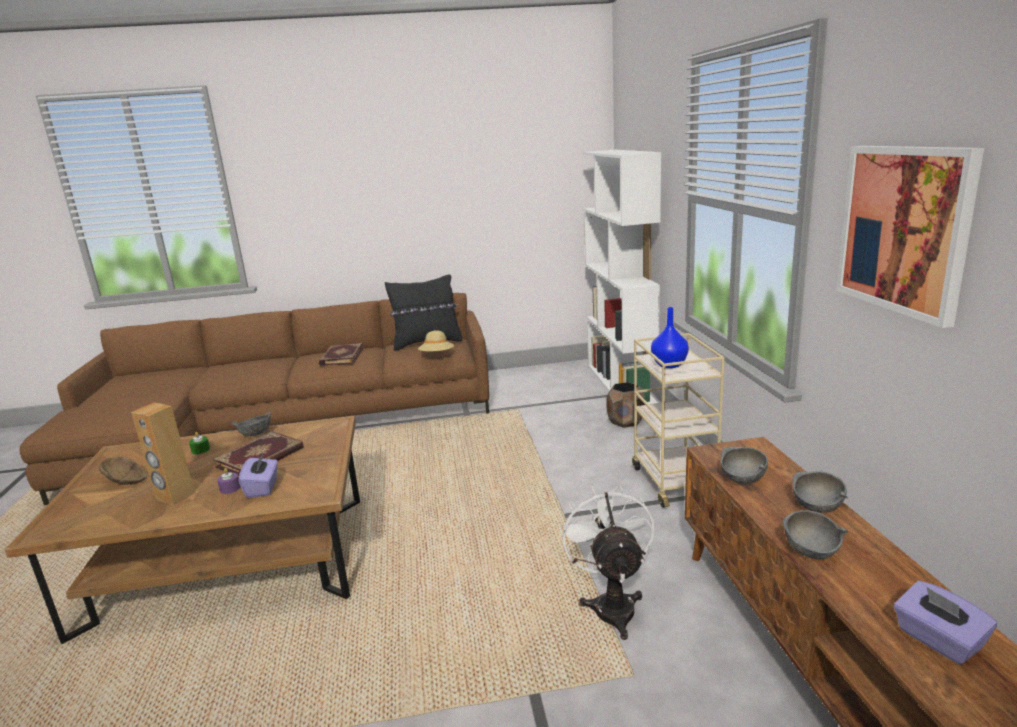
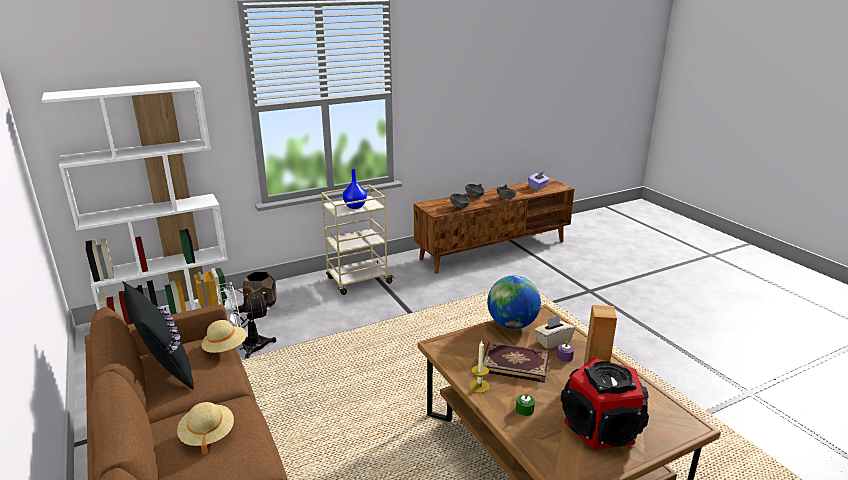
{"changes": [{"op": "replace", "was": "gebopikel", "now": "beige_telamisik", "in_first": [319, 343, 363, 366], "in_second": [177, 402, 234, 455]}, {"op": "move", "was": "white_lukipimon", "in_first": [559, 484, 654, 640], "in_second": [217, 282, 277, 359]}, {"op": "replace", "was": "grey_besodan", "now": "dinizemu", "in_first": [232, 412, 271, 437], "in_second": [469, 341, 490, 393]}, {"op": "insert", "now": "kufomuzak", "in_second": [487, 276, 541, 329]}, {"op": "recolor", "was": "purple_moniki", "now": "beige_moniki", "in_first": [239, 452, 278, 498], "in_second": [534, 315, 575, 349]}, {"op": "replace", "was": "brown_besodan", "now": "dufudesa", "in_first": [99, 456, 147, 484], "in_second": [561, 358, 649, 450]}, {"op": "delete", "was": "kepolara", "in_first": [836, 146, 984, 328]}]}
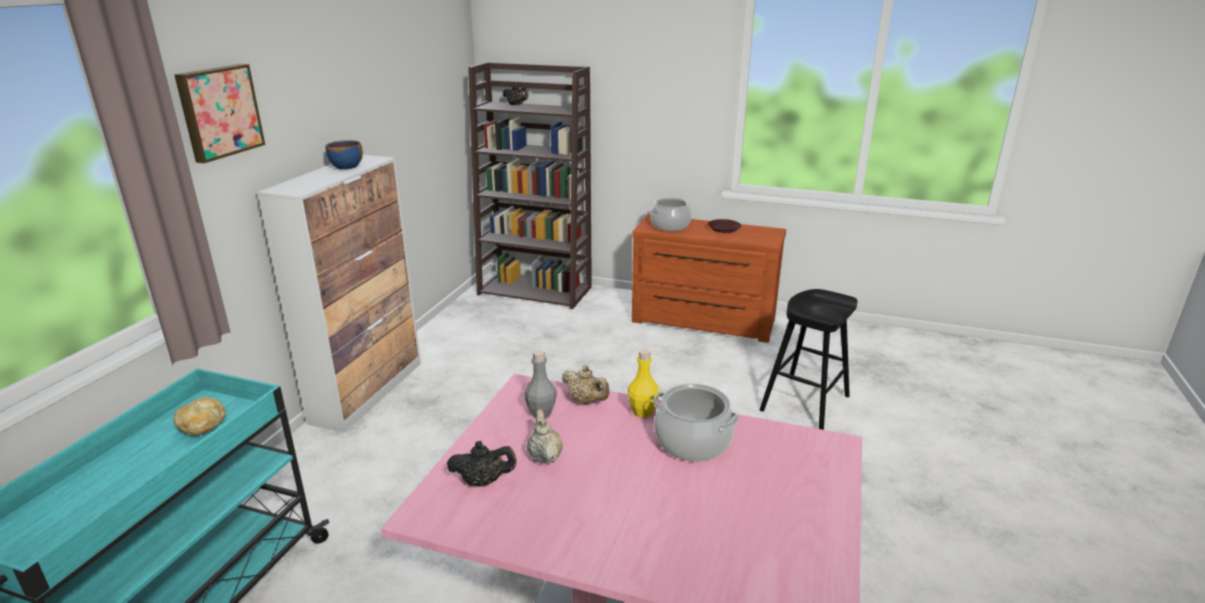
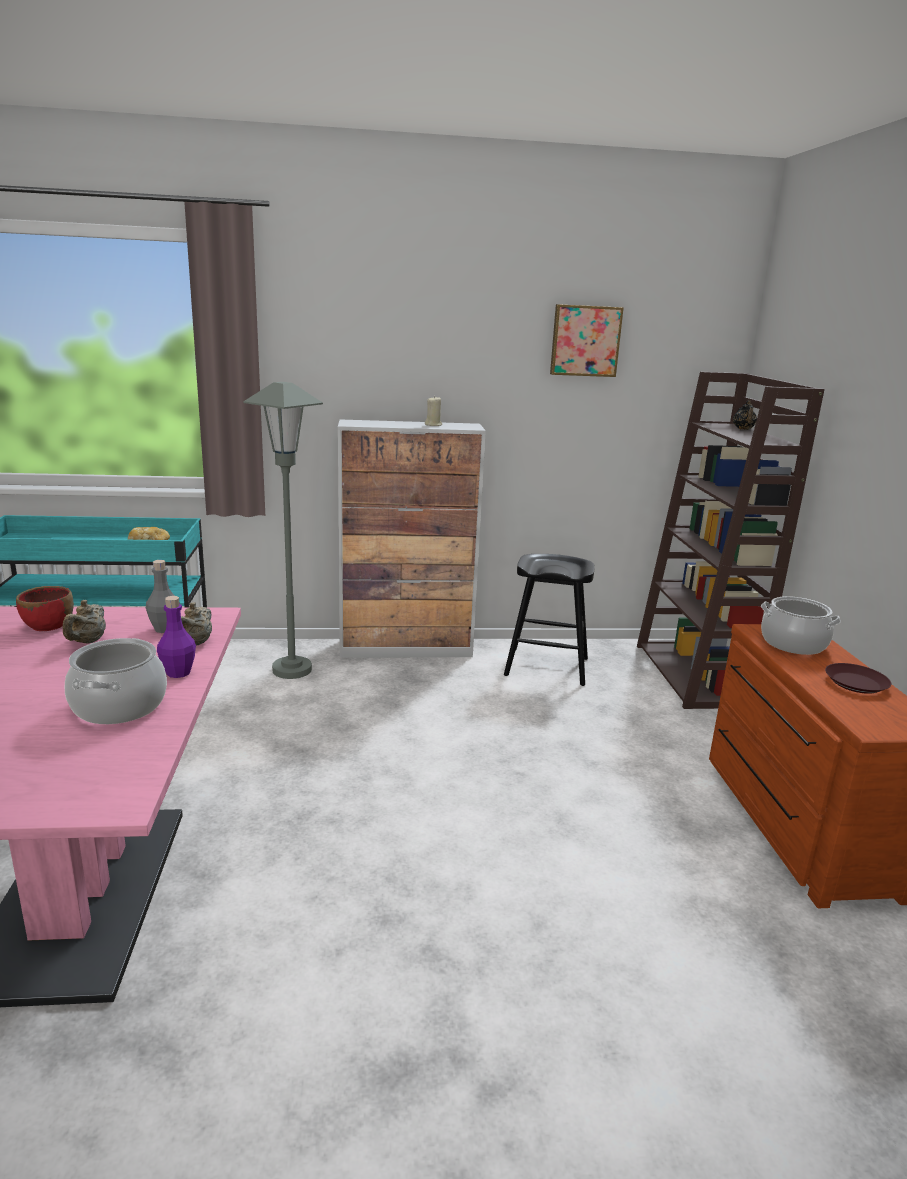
{"changes": [{"op": "replace", "was": "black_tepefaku", "now": "red_besodan", "in_first": [447, 441, 517, 486], "in_second": [16, 586, 74, 631]}, {"op": "rotate", "was": "beige_tepefaku", "in_first": [527, 409, 563, 465], "in_second": [63, 600, 106, 644], "clockwise": 135}, {"op": "recolor", "was": "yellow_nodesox", "now": "purple_nodesox", "in_first": [628, 349, 659, 418], "in_second": [157, 596, 196, 678]}, {"op": "insert", "now": "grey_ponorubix", "in_second": [243, 382, 323, 679]}, {"op": "replace", "was": "blue_besodan", "now": "beige_dinizemu", "in_first": [326, 140, 363, 170], "in_second": [425, 396, 442, 426]}, {"op": "move", "was": "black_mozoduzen", "in_first": [759, 289, 857, 430], "in_second": [504, 554, 594, 686]}, {"op": "move", "was": "kepolara", "in_first": [174, 64, 265, 163], "in_second": [550, 304, 624, 377]}]}
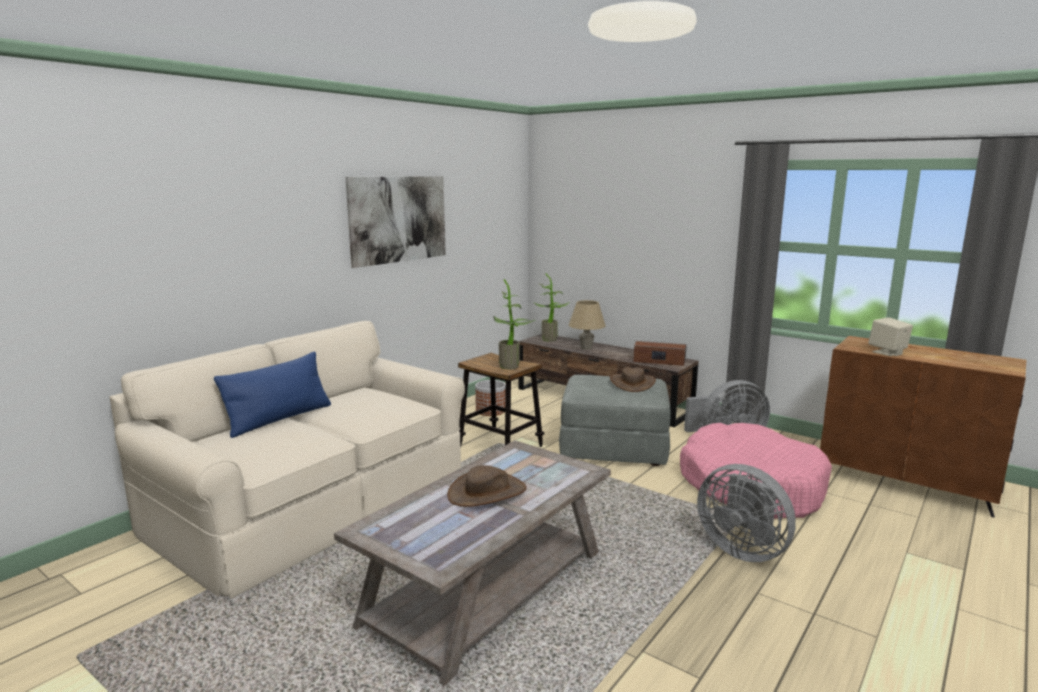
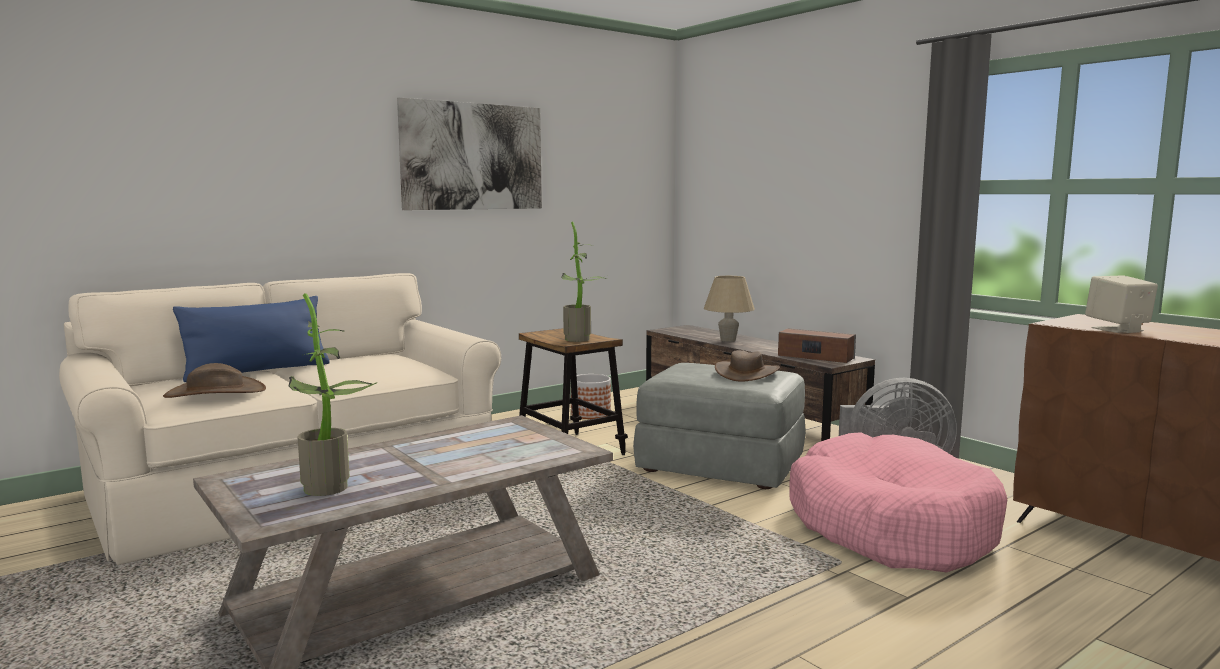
{"changes": [{"op": "move", "was": "brown_telamisik", "in_first": [447, 465, 527, 507], "in_second": [163, 363, 266, 398]}, {"op": "move", "was": "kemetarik", "in_first": [533, 273, 570, 341], "in_second": [288, 293, 378, 496]}, {"op": "delete", "was": "grey_lukipimon", "in_first": [697, 464, 796, 562]}]}
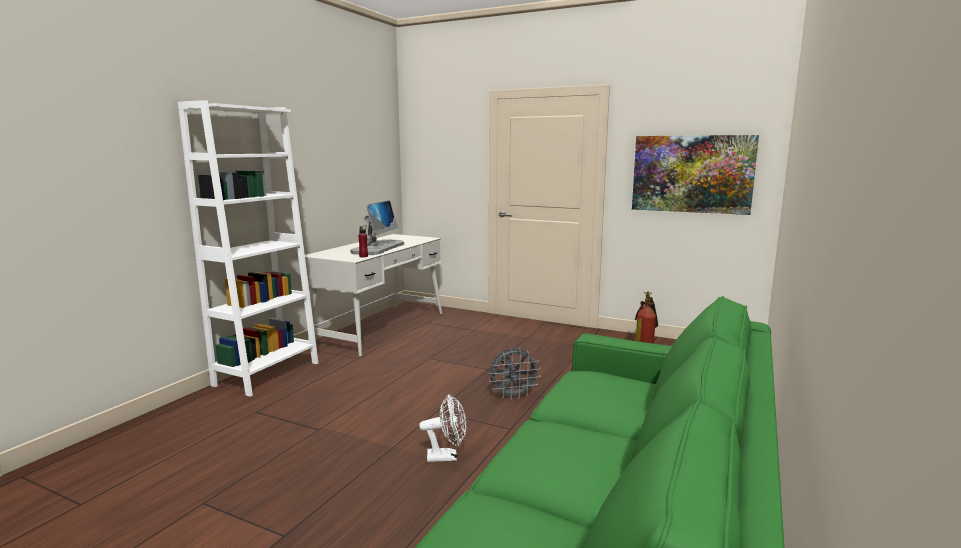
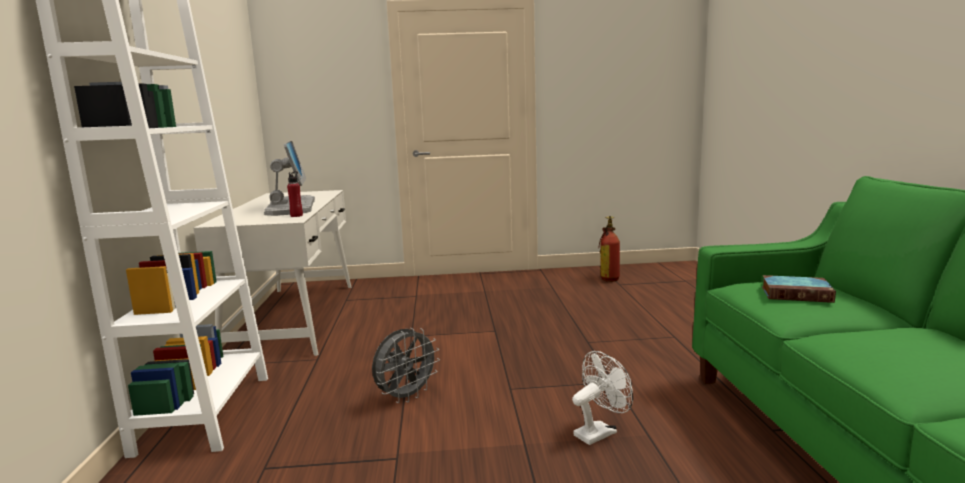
{"changes": [{"op": "move", "was": "grey_lukipimon", "in_first": [489, 348, 541, 400], "in_second": [372, 328, 440, 403]}, {"op": "insert", "now": "gebopikel", "in_second": [762, 275, 836, 303]}, {"op": "delete", "was": "kepolara", "in_first": [632, 135, 759, 215]}]}
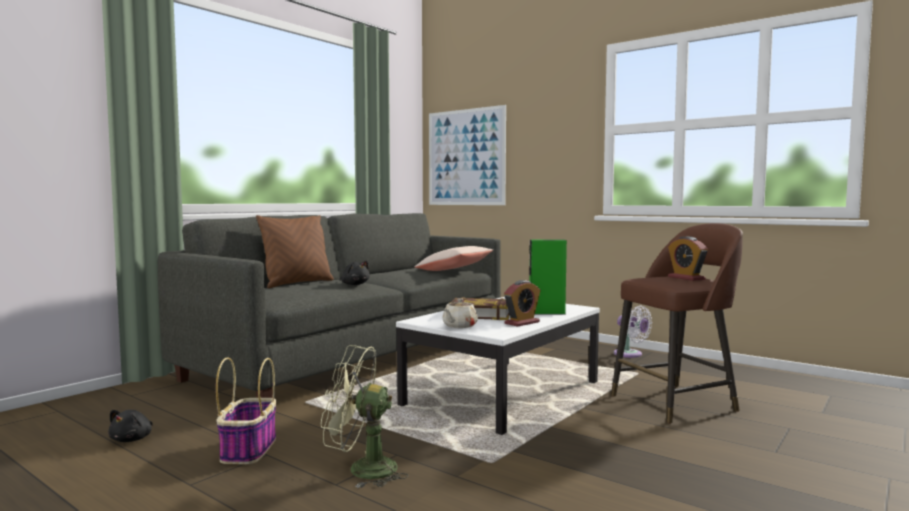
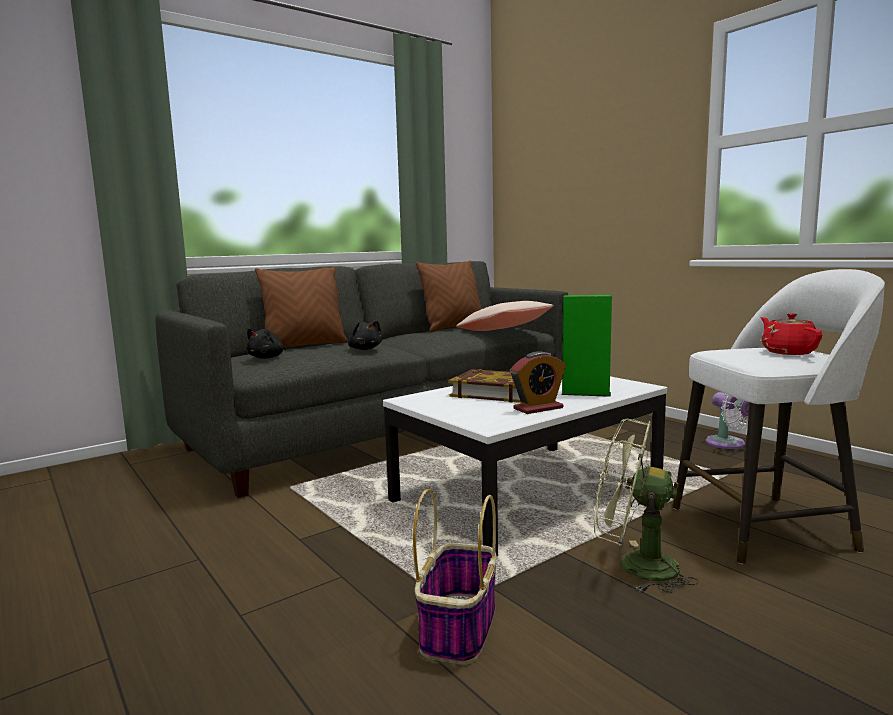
{"changes": [{"op": "move", "was": "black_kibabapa", "in_first": [108, 410, 153, 442], "in_second": [246, 328, 286, 359]}, {"op": "move", "was": "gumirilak", "in_first": [216, 357, 276, 464], "in_second": [413, 489, 496, 665]}, {"op": "insert", "now": "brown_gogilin", "in_second": [416, 260, 481, 332]}, {"op": "move", "was": "green_lukipimon", "in_first": [321, 345, 409, 488], "in_second": [594, 419, 699, 594]}, {"op": "recolor", "was": "brown_mozoduzen", "now": "white_mozoduzen", "in_first": [611, 223, 743, 424], "in_second": [673, 269, 885, 564]}, {"op": "replace", "was": "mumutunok", "now": "red_tepefaku", "in_first": [668, 236, 708, 281], "in_second": [761, 313, 822, 355]}, {"op": "delete", "was": "kepolara", "in_first": [429, 105, 506, 205]}, {"op": "delete", "was": "beige_tepefaku", "in_first": [442, 298, 478, 328]}]}
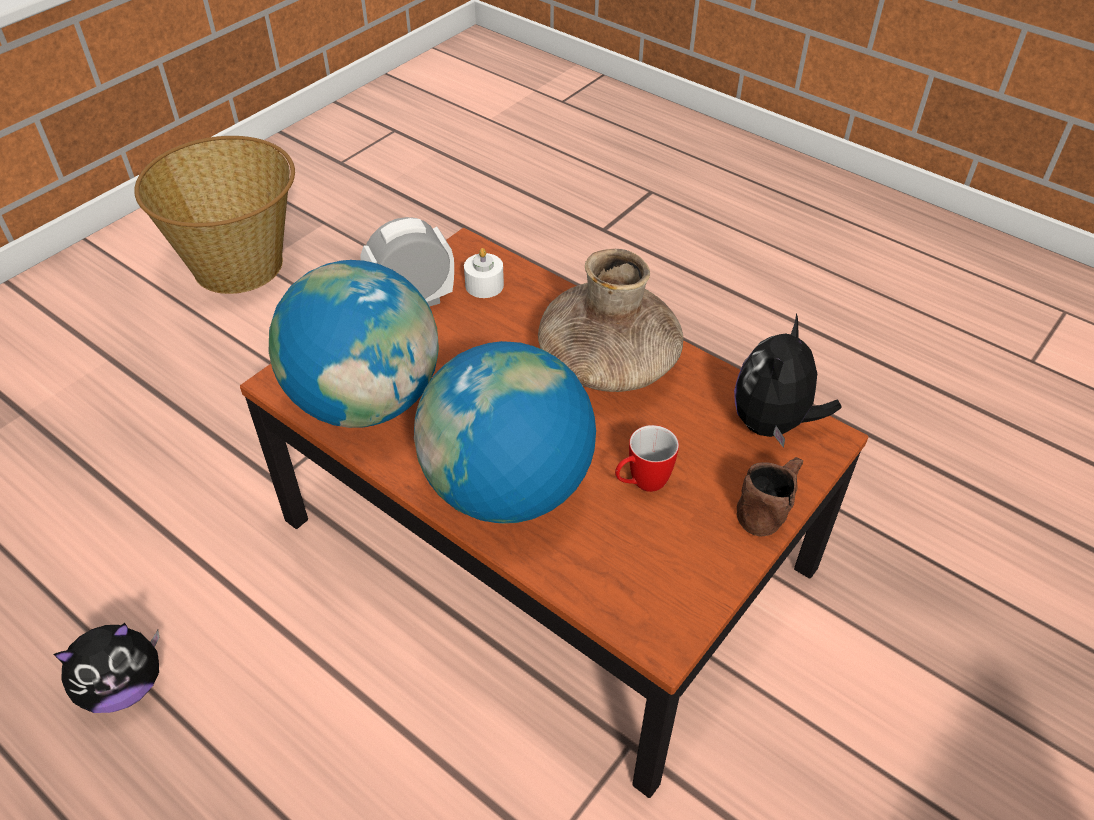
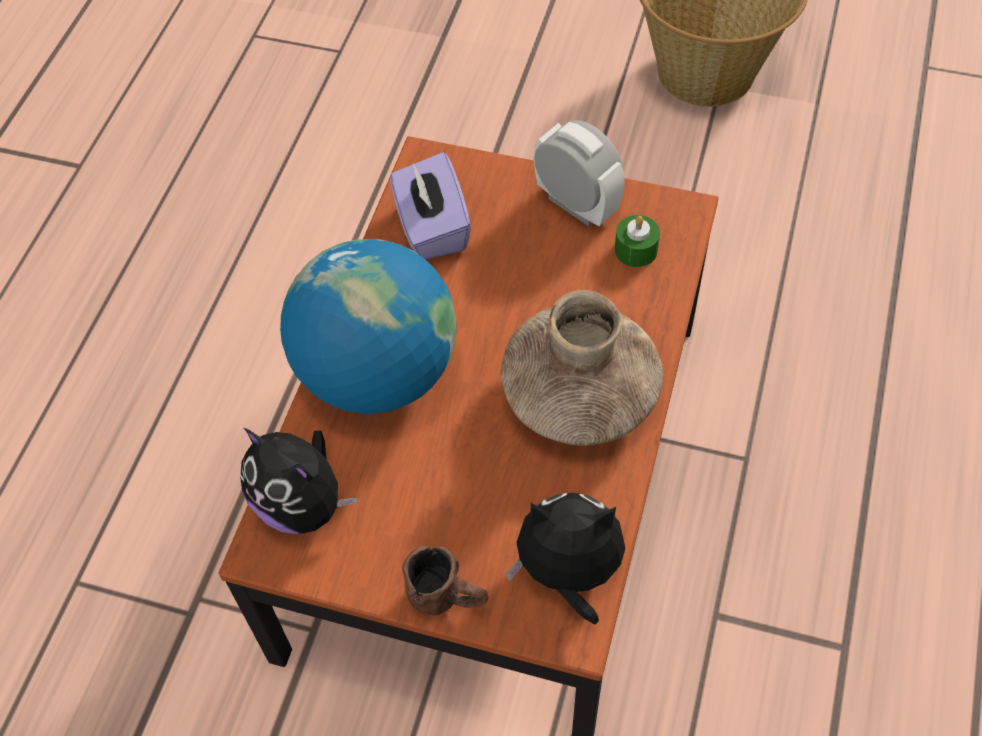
{"changes": [{"op": "move", "was": "kibabapa", "in_first": [53, 623, 159, 713], "in_second": [240, 428, 357, 534]}, {"op": "replace", "was": "kufomuzak", "now": "purple_moniki", "in_first": [269, 260, 439, 428], "in_second": [390, 152, 471, 259]}, {"op": "recolor", "was": "white_dinizemu", "now": "green_dinizemu", "in_first": [464, 248, 504, 298], "in_second": [615, 215, 660, 267]}, {"op": "delete", "was": "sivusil", "in_first": [615, 425, 679, 492]}]}
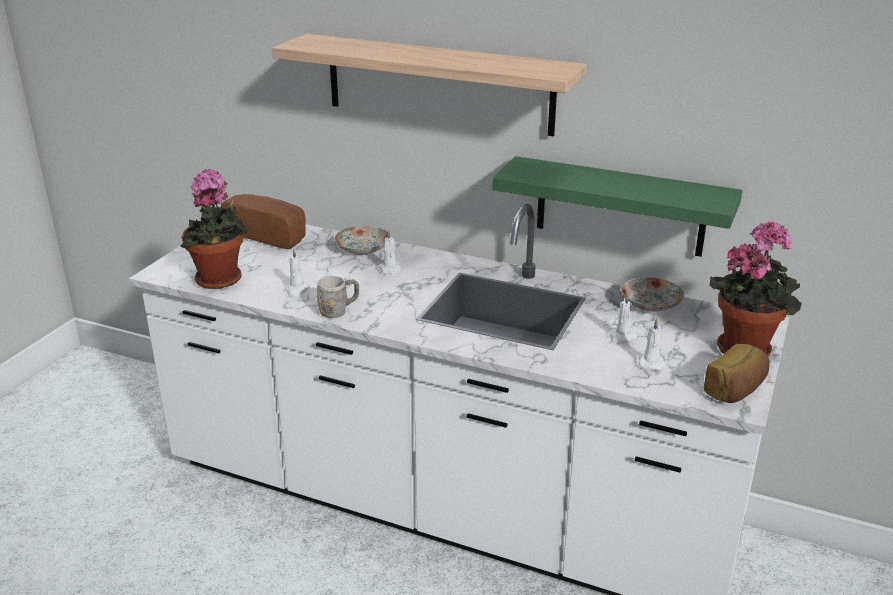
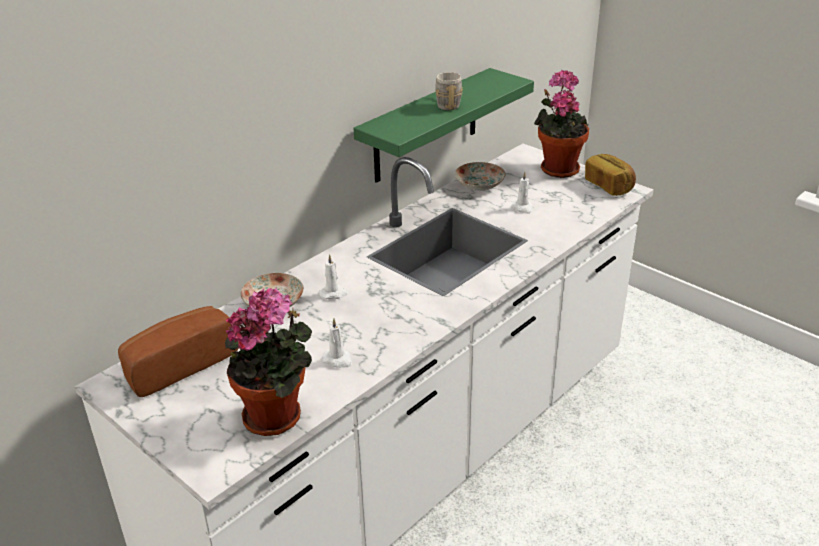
{"changes": [{"op": "move", "was": "grey_sivusil", "in_first": [316, 276, 359, 318], "in_second": [435, 72, 463, 110]}, {"op": "delete", "was": "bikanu", "in_first": [272, 34, 587, 136]}, {"op": "delete", "was": "white_dinizemu", "in_first": [638, 318, 665, 370]}]}
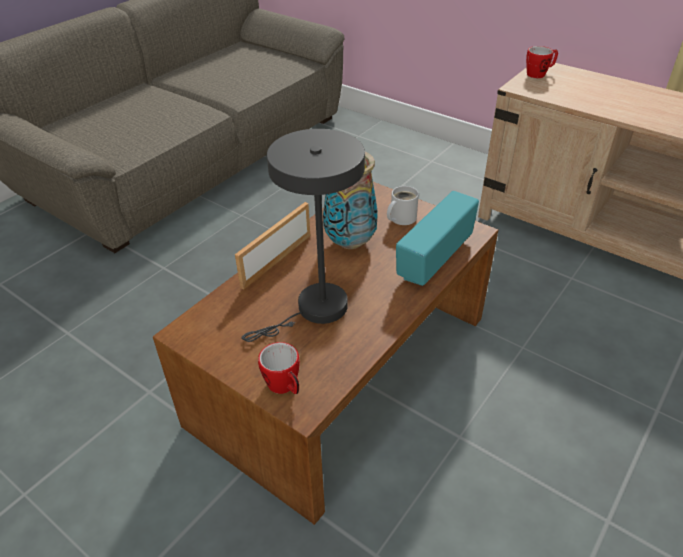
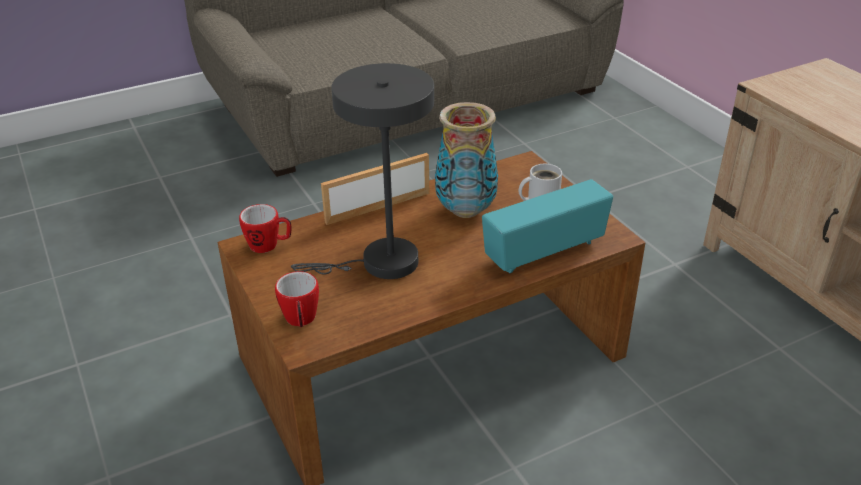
{"changes": [{"op": "move", "was": "sivusil", "in_first": [526, 46, 558, 78], "in_second": [239, 204, 291, 253]}]}
